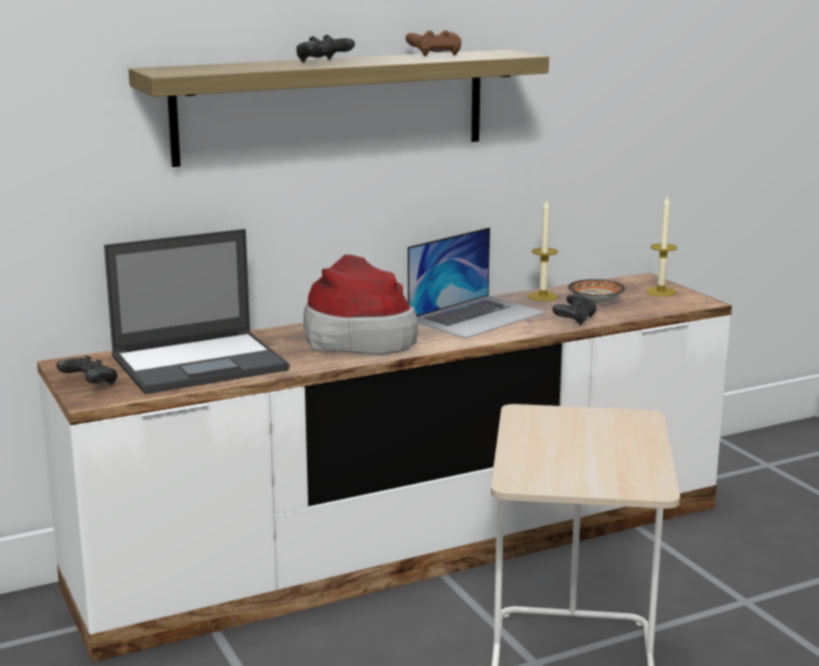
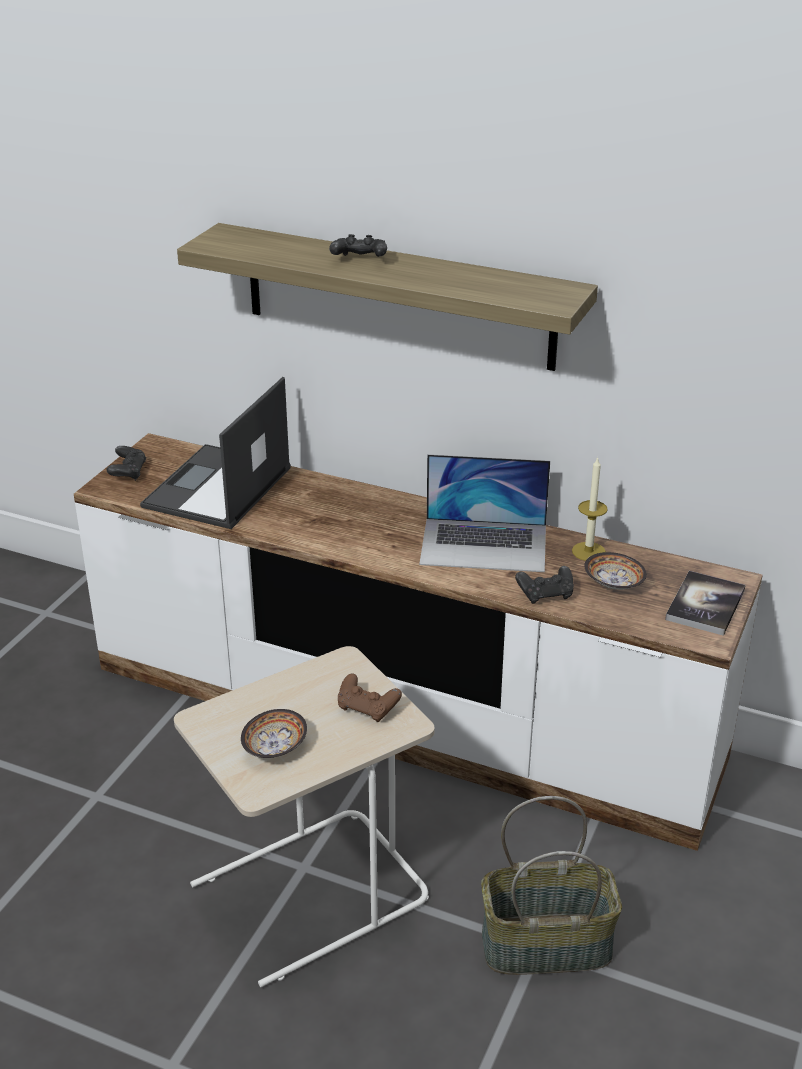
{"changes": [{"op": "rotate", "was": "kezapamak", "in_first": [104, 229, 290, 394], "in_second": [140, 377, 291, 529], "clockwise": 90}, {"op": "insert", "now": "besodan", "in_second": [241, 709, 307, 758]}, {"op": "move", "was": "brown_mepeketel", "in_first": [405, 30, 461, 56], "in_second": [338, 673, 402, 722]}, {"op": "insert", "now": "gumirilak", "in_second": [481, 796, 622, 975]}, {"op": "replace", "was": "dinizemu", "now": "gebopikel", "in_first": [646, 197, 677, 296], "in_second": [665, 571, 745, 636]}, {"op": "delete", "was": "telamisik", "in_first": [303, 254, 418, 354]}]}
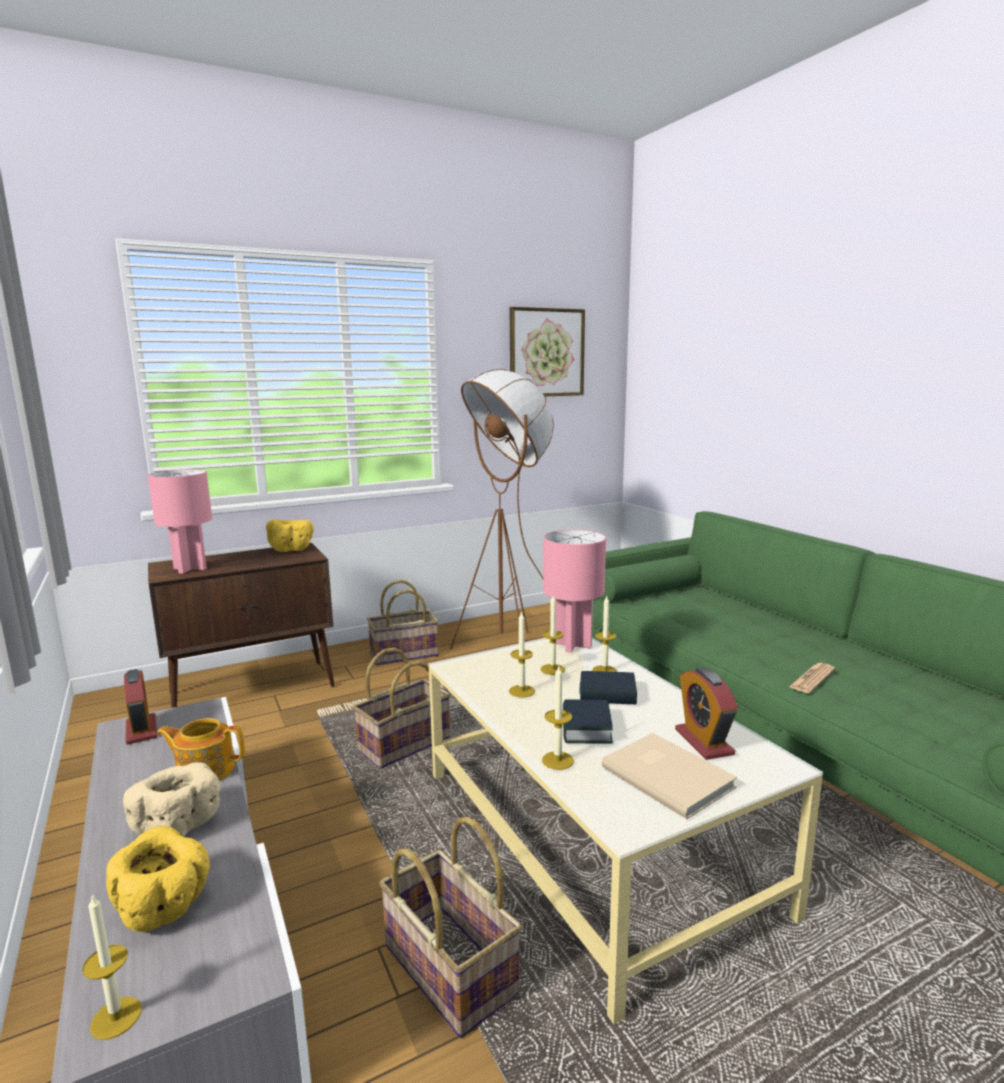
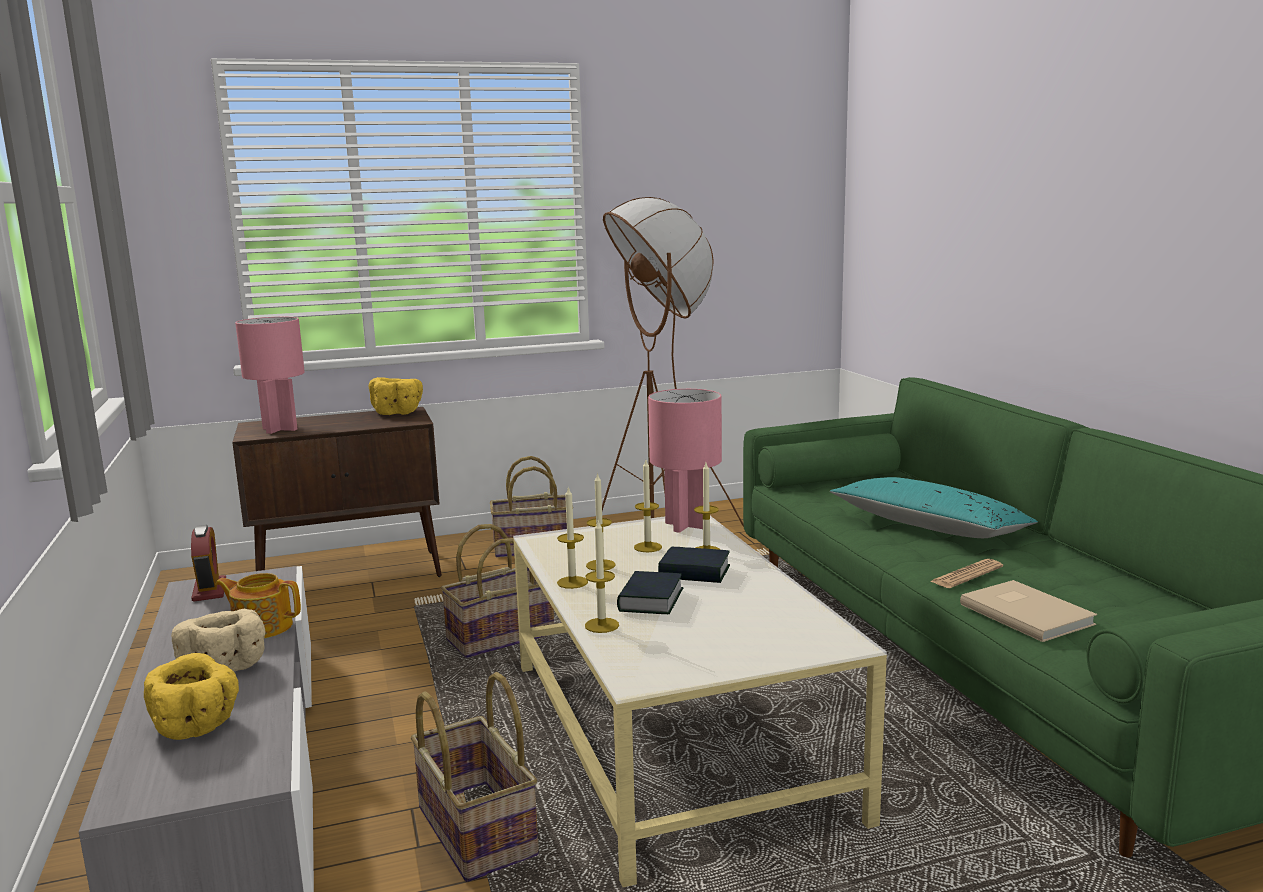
{"changes": [{"op": "move", "was": "dinizemu", "in_first": [82, 894, 142, 1040], "in_second": [557, 486, 588, 589]}, {"op": "insert", "now": "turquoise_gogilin", "in_second": [830, 477, 1038, 538]}, {"op": "move", "was": "beige_gebopikel", "in_first": [602, 733, 737, 819], "in_second": [960, 580, 1097, 642]}, {"op": "delete", "was": "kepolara", "in_first": [510, 307, 585, 396]}, {"op": "delete", "was": "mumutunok", "in_first": [675, 667, 738, 760]}]}
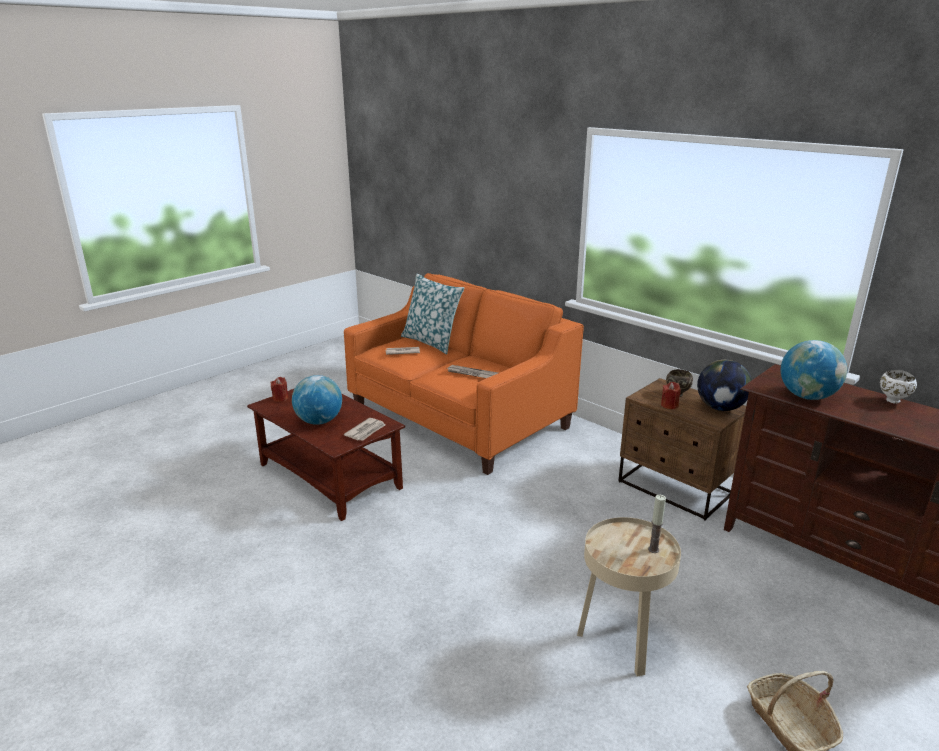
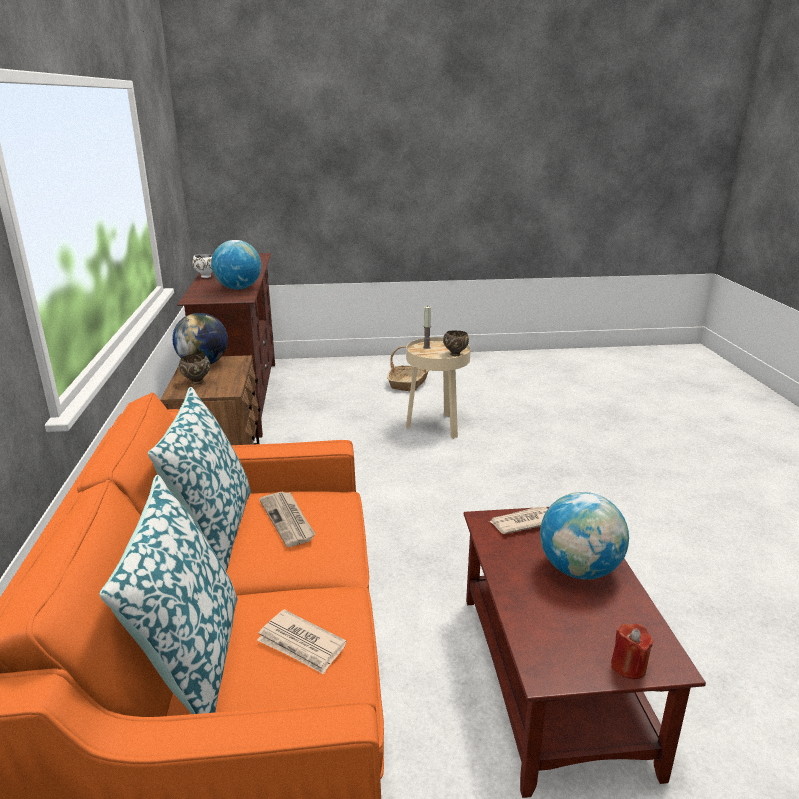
{"changes": [{"op": "insert", "now": "gogilin", "in_second": [148, 387, 251, 571]}, {"op": "insert", "now": "brown_besodan", "in_second": [443, 331, 469, 356]}, {"op": "delete", "was": "red_dinizemu", "in_first": [661, 382, 681, 409]}]}
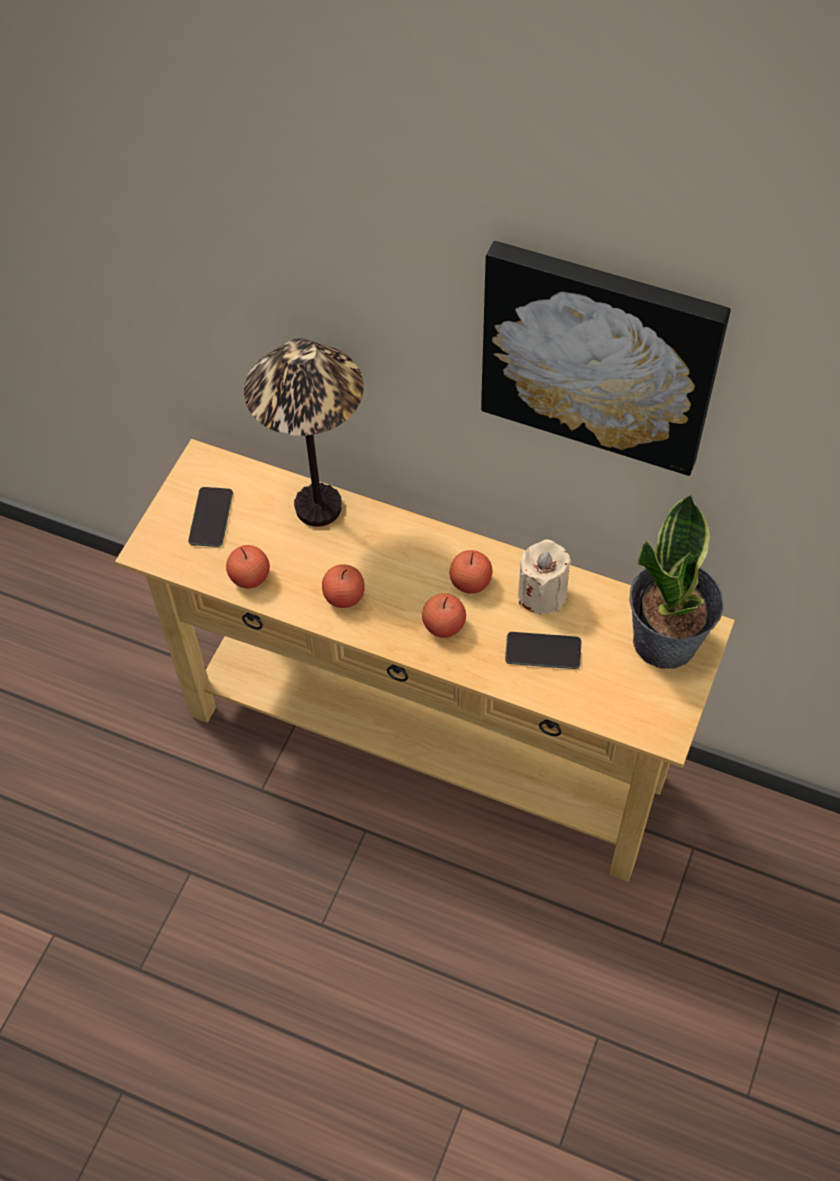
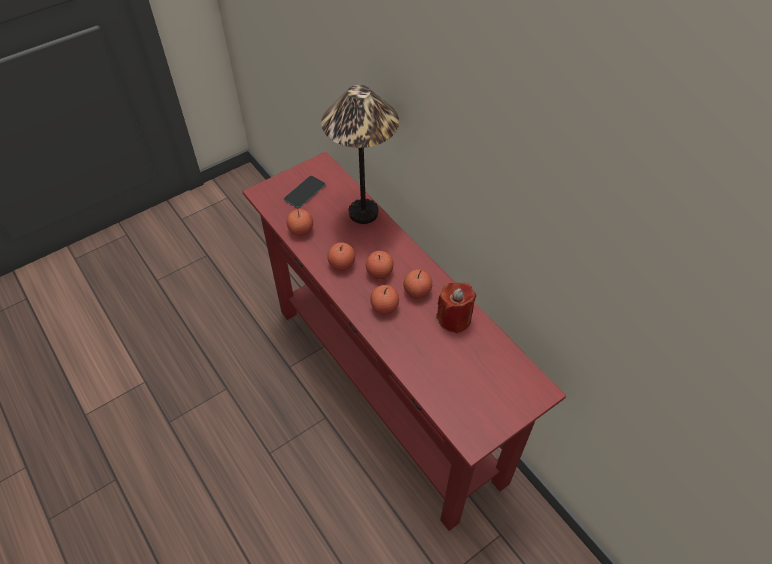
{"changes": [{"op": "recolor", "was": "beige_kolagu", "now": "red_kolagu", "in_first": [115, 439, 735, 882], "in_second": [242, 152, 566, 531]}, {"op": "insert", "now": "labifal", "in_second": [366, 251, 394, 279]}, {"op": "recolor", "was": "beige_dinizemu", "now": "red_dinizemu", "in_first": [518, 539, 571, 614], "in_second": [436, 283, 476, 333]}, {"op": "delete", "was": "kepolara", "in_first": [481, 241, 730, 476]}, {"op": "delete", "was": "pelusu", "in_first": [505, 632, 581, 669]}, {"op": "delete", "was": "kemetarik", "in_first": [629, 494, 724, 669]}]}
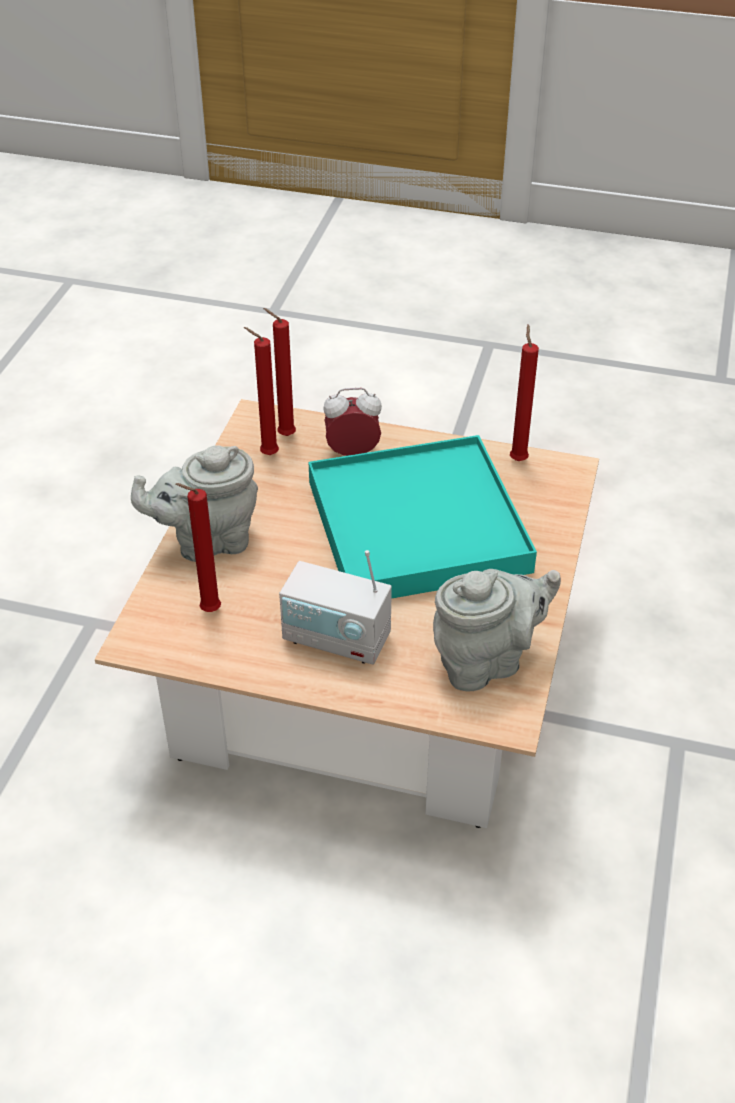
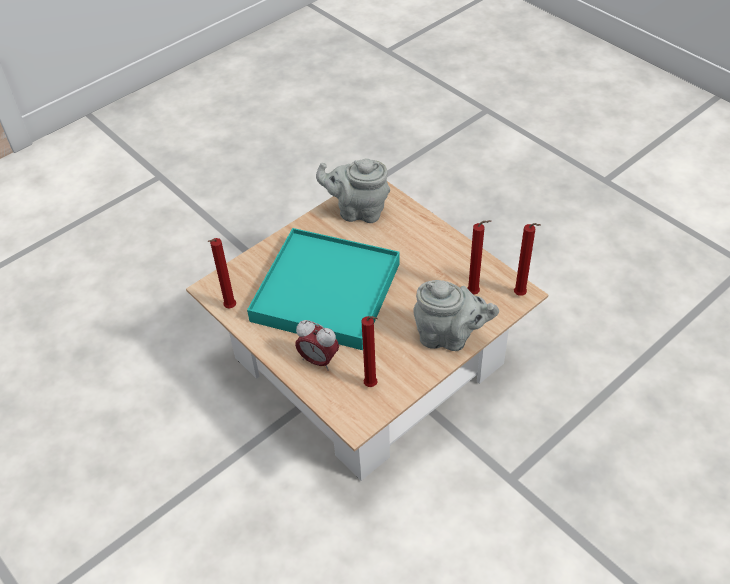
{"changes": [{"op": "move", "was": "red_dinizemu", "in_first": [263, 308, 296, 436], "in_second": [514, 223, 541, 296]}, {"op": "delete", "was": "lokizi", "in_first": [279, 550, 392, 664]}]}
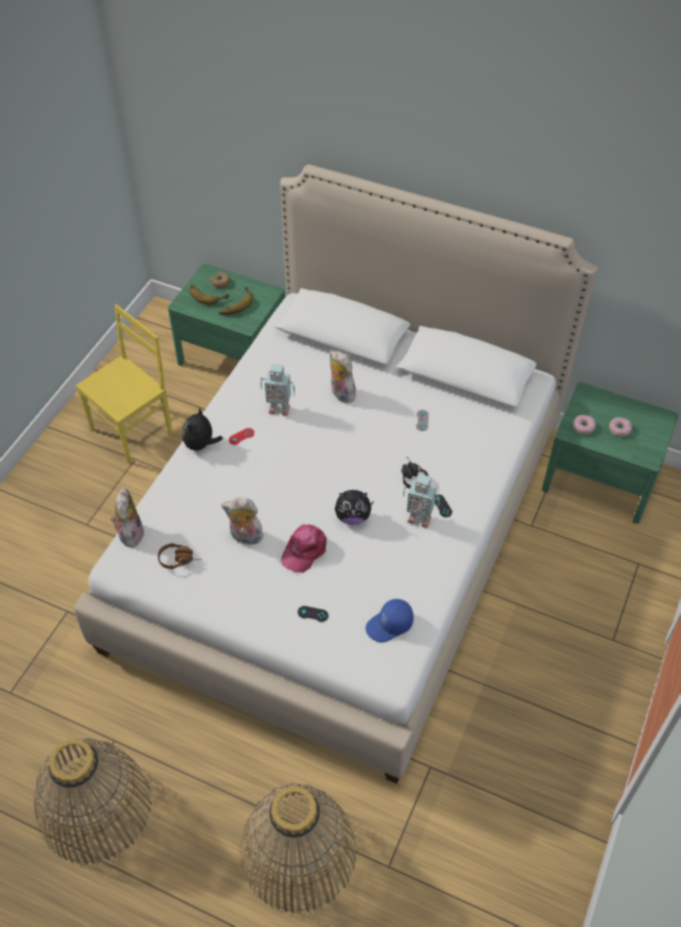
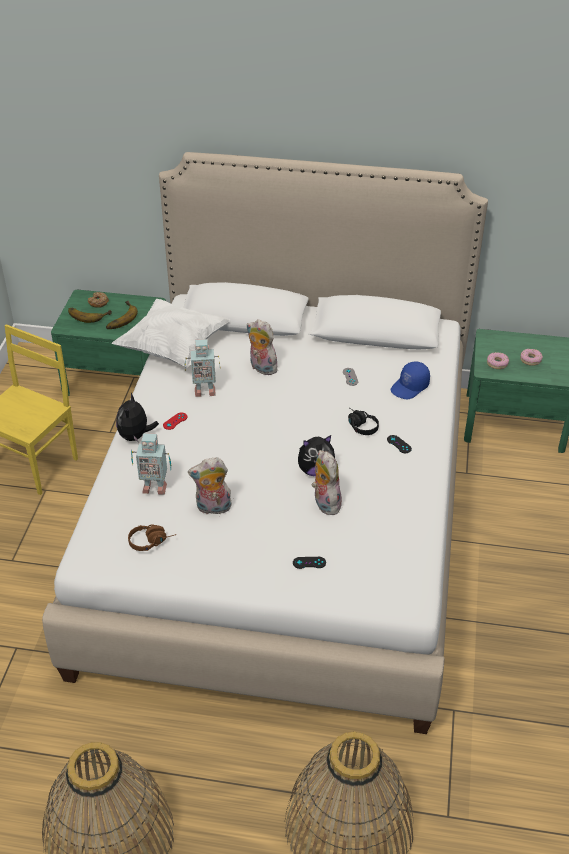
{"changes": [{"op": "insert", "now": "white_gogilin", "in_second": [112, 299, 230, 368]}, {"op": "move", "was": "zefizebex", "in_first": [403, 474, 440, 528], "in_second": [131, 433, 171, 495]}, {"op": "move", "was": "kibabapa", "in_first": [110, 487, 144, 548], "in_second": [312, 450, 342, 515]}, {"op": "move", "was": "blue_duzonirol", "in_first": [366, 599, 414, 643], "in_second": [390, 362, 430, 399]}, {"op": "delete", "was": "pink_duzonirol", "in_first": [281, 524, 326, 573]}]}
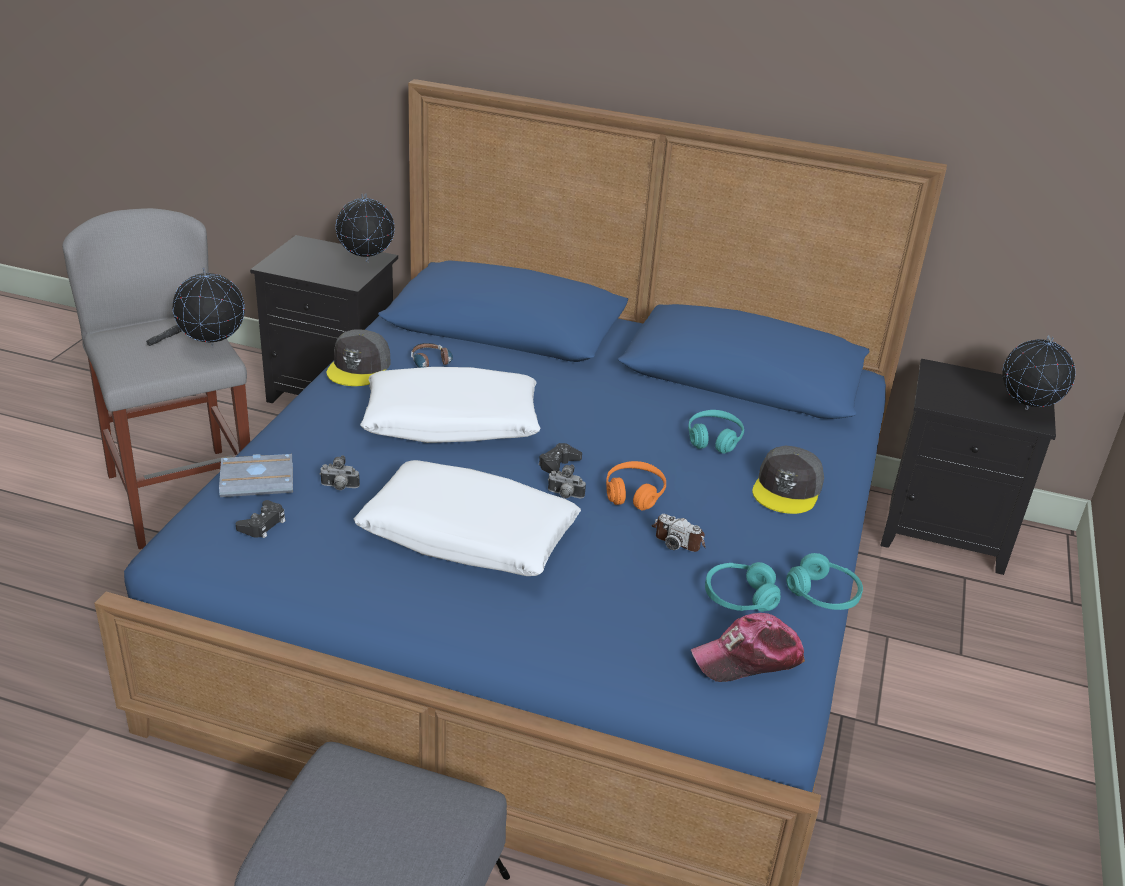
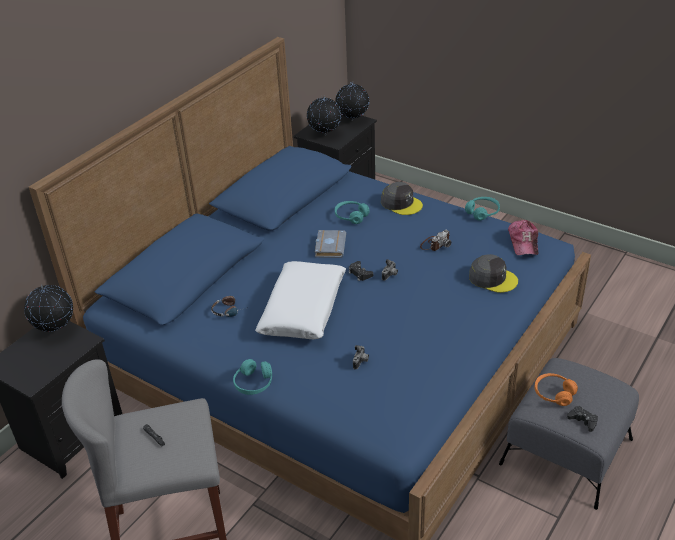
{"changes": [{"op": "move", "was": "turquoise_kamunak", "in_first": [705, 562, 781, 612], "in_second": [233, 359, 272, 395]}, {"op": "move", "was": "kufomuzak", "in_first": [173, 267, 245, 348], "in_second": [307, 96, 341, 134]}, {"op": "move", "was": "grey_gebopikel", "in_first": [219, 454, 293, 497], "in_second": [315, 230, 346, 258]}, {"op": "move", "was": "grey_duzonirol", "in_first": [327, 329, 390, 386], "in_second": [469, 254, 518, 293]}, {"op": "move", "was": "orange_kamunak", "in_first": [606, 461, 666, 510], "in_second": [535, 373, 578, 406]}, {"op": "move", "was": "black_mepeketel", "in_first": [236, 500, 286, 538], "in_second": [567, 406, 598, 432]}, {"op": "delete", "was": "white_gogilin", "in_first": [353, 460, 581, 576]}]}
